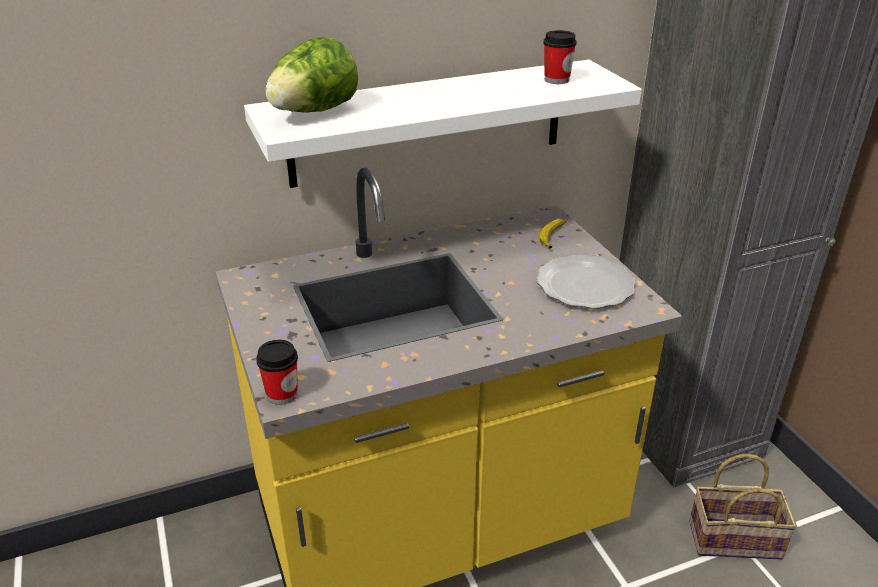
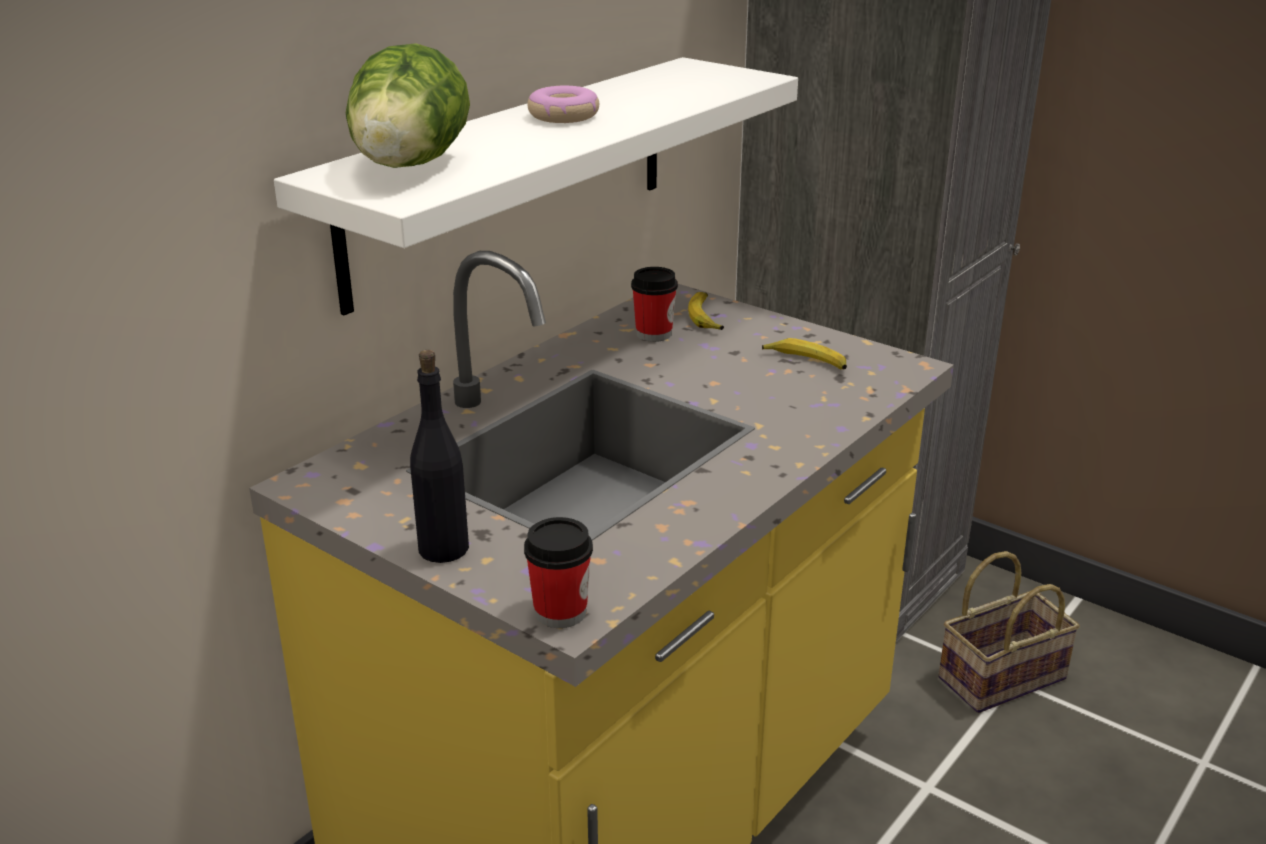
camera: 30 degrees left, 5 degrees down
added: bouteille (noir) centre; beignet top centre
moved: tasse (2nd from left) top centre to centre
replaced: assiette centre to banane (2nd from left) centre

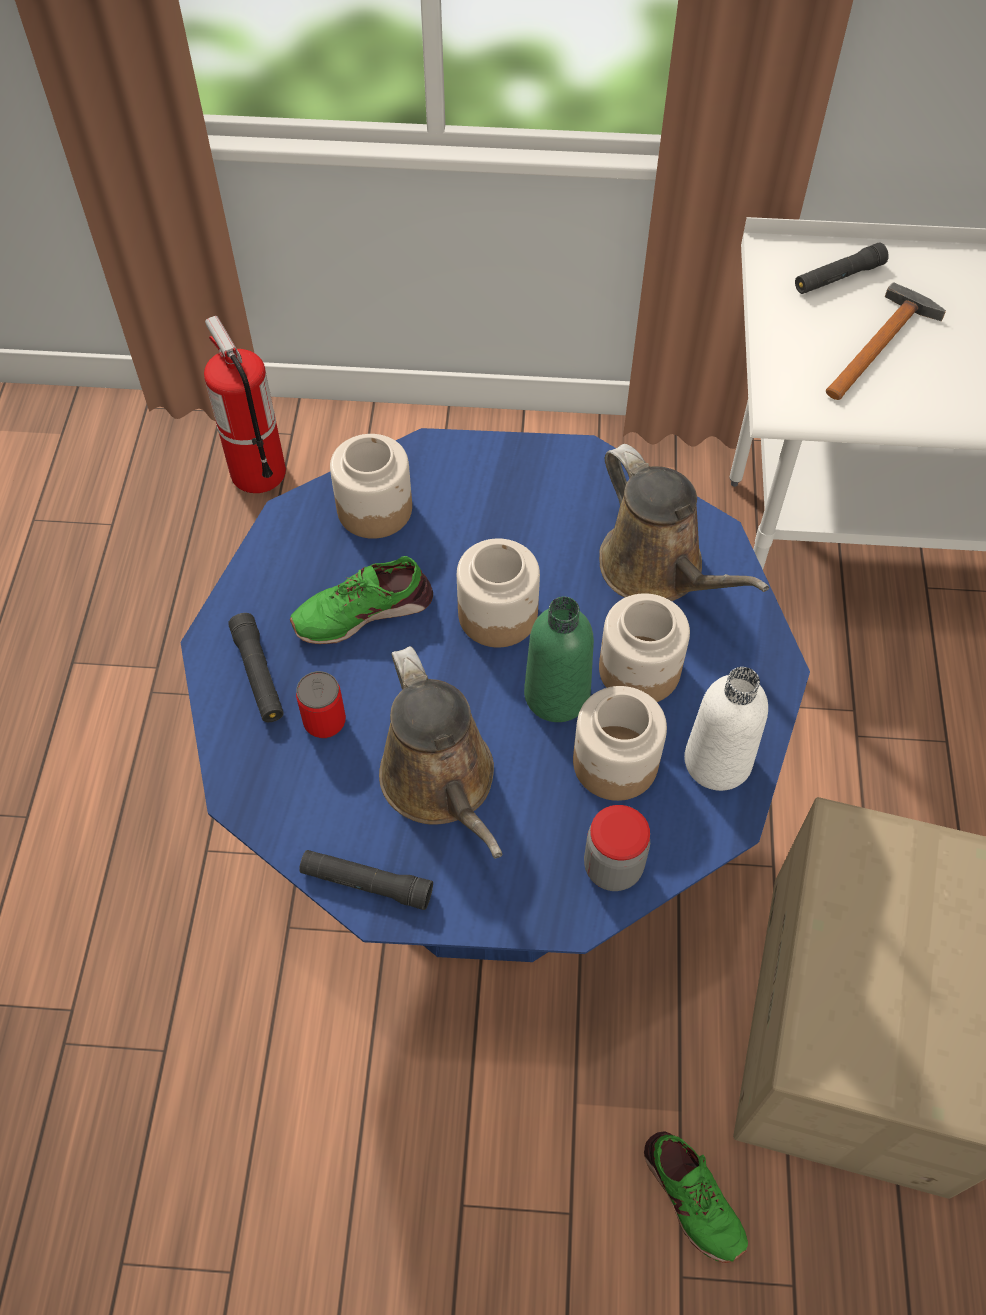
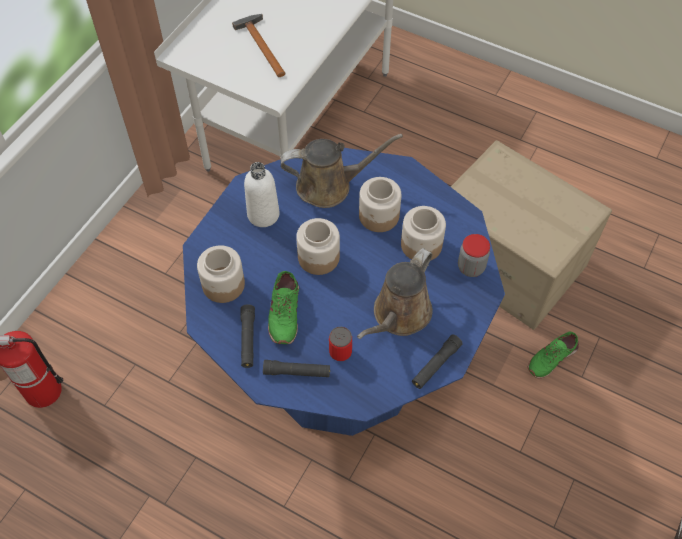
camera: 65 degrees left, 0 degrees up
removed: bouteille (vert) centre
moved: bouteille (blanc) middle right to centre; lampe de poche (noir) (3rd from left in the first image) top right to lampe de poche (noir) (1st from left) centre
turned: arrosoir (marron) (1st from left in the first image) centre = centre 120 degrees clockwise; chaussure (vert) (2nd from left) bottom right = middle right 150 degrees clockwise

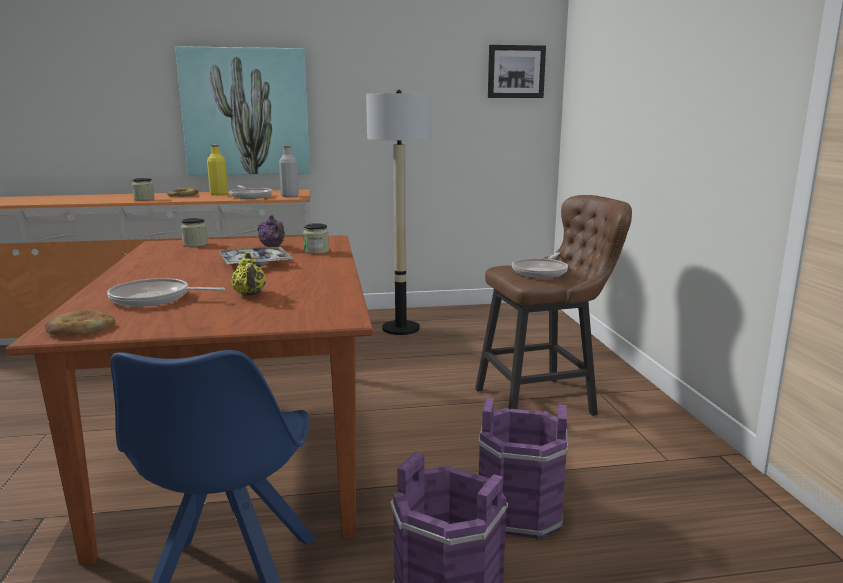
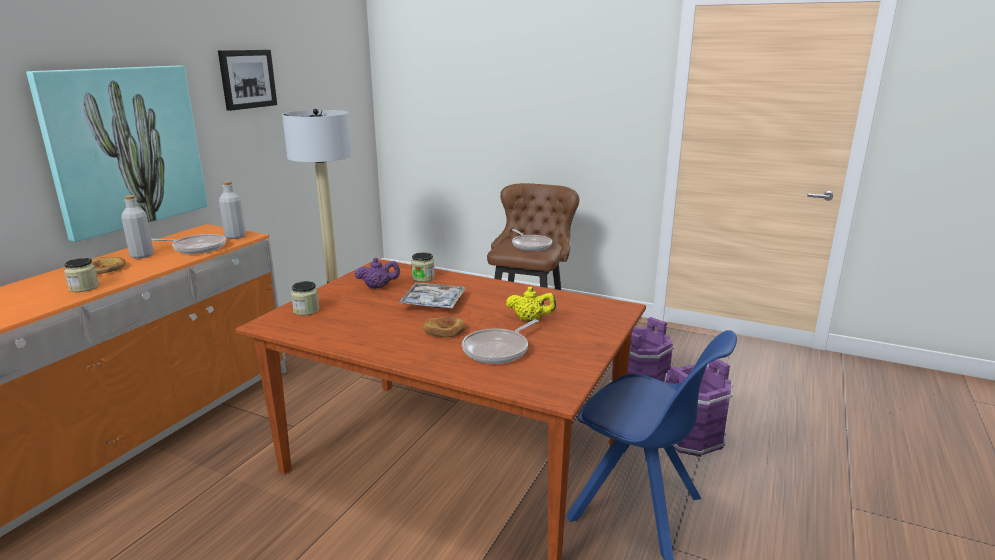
camera: 55 degrees left, 5 degrees up
moved: pain (1st from left in the first image) middle left to pain (2nd from left) centre; tableau (2nd from left) top centre to top left
recoloured: bouteille (jaune) top left to bouteille (gris) (1st from left) middle left

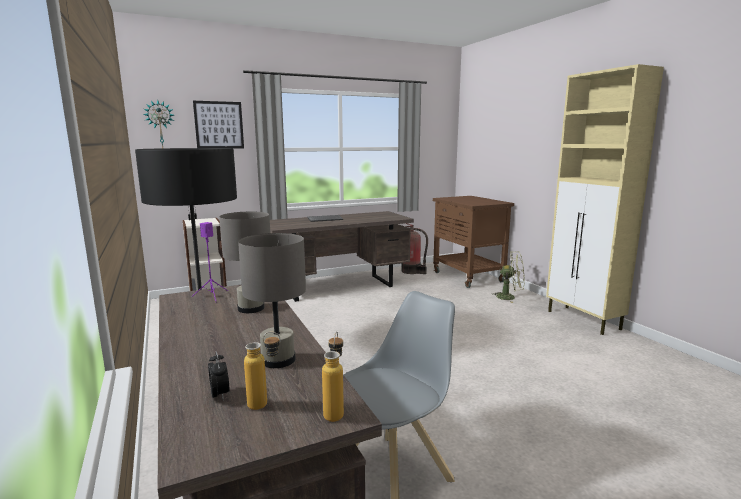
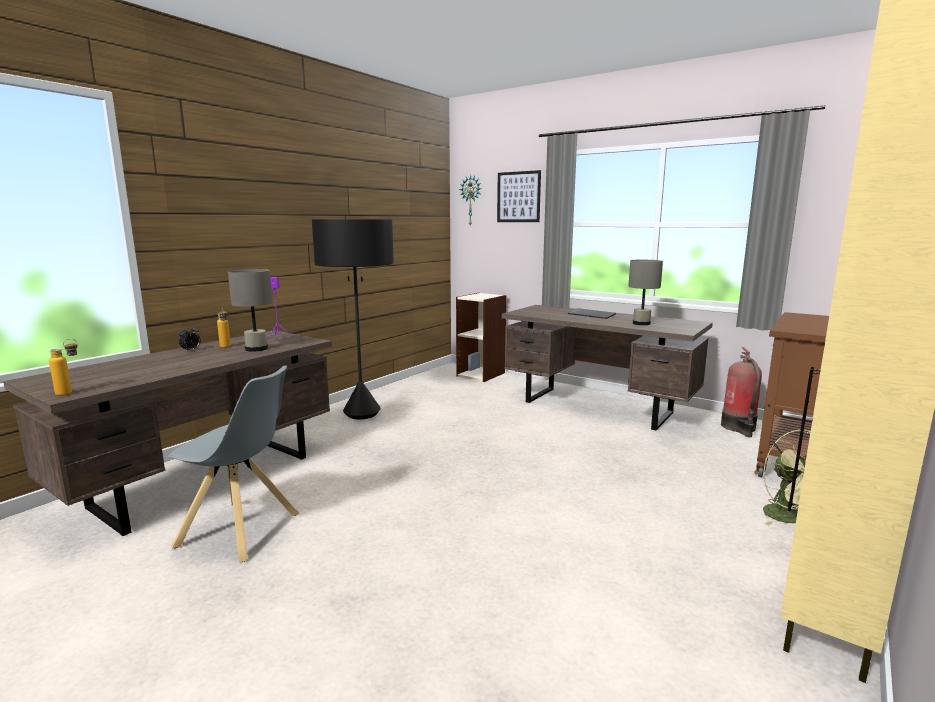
camera: 60 degrees right, 0 degrees up
moved: réveil bottom left to middle left; lampe de table (gris) (2nd from left) centre to middle right; bouteille (1st from left in the first image) bottom centre to bouteille (2nd from left) middle left

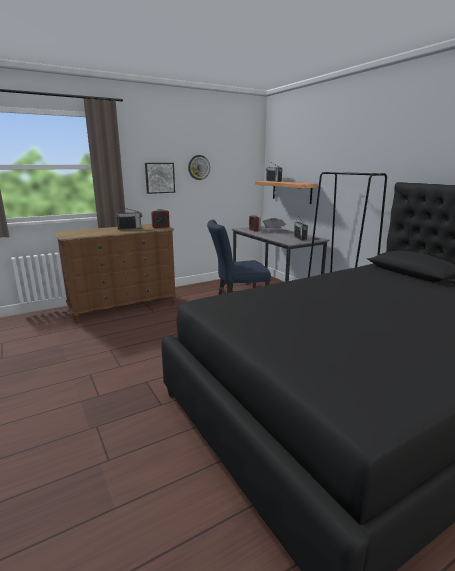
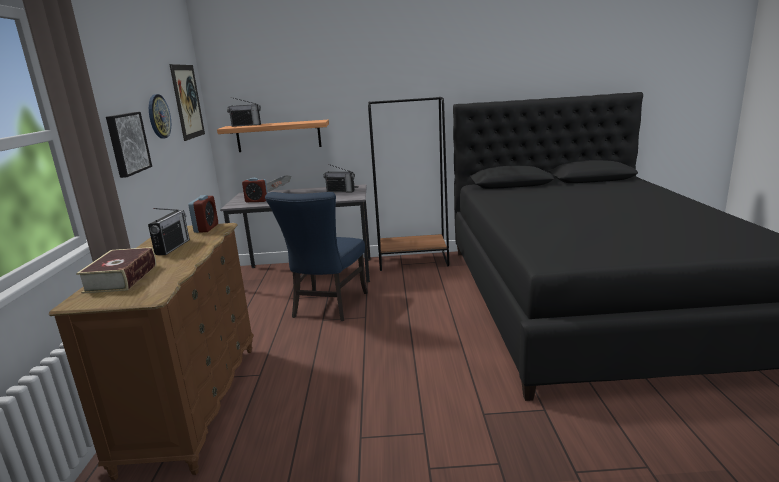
camera: 60 degrees left, 0 degrees up
added: livre middle left; tableau (2nd from left) top left

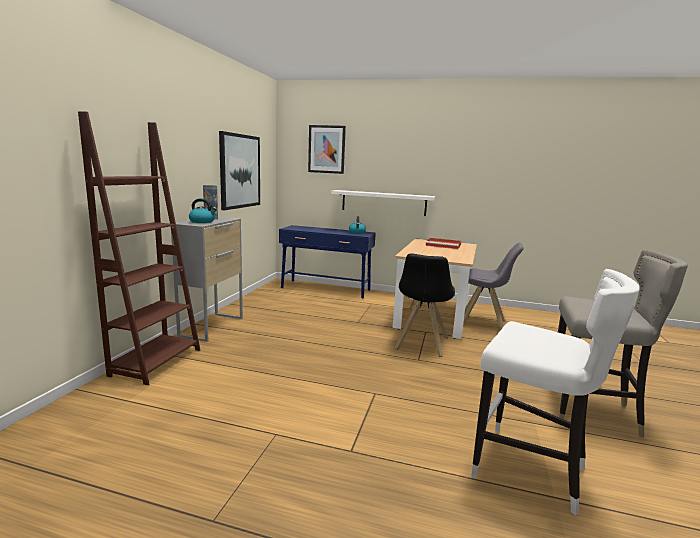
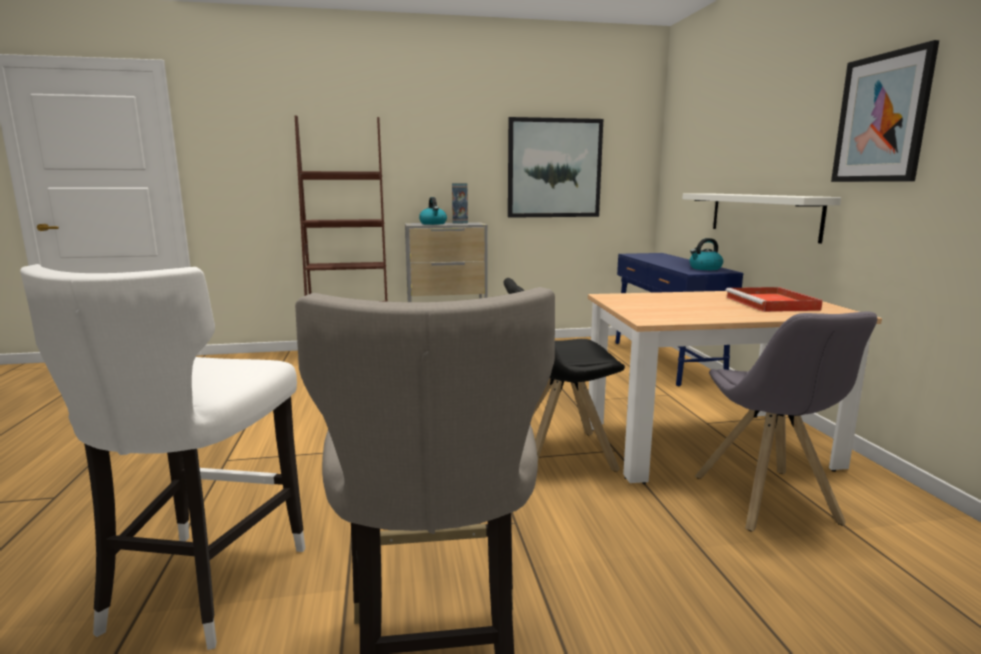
camera: 65 degrees right, 0 degrees up
moved: tableau (2nd from left) top centre to top right

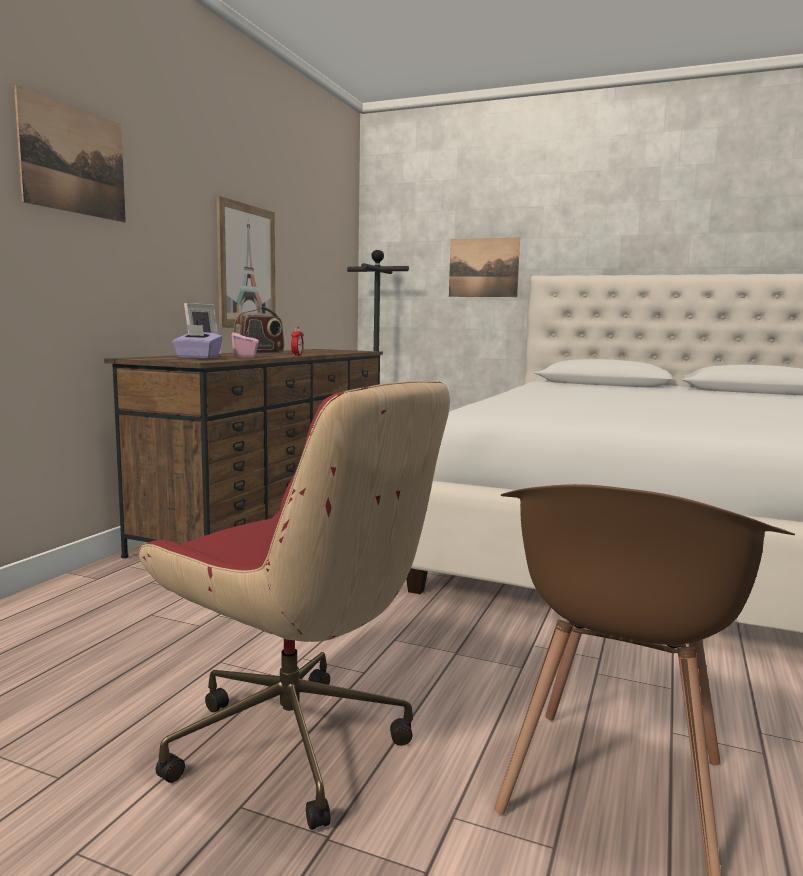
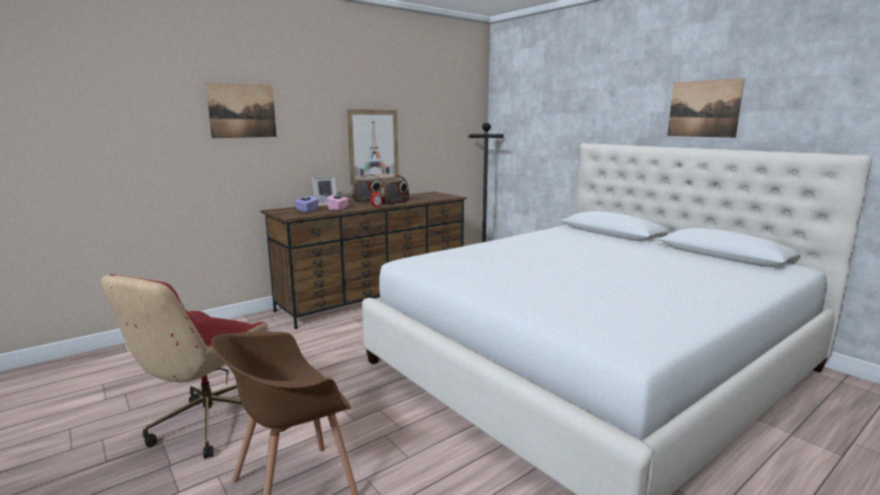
camera: 30 degrees right, 5 degrees up
added: radio (2nd from left) centre
moved: tableau (3rd from left) top centre to top right
turned: chaise de bureau (rouge) bottom centre = bottom left 45 degrees clockwise

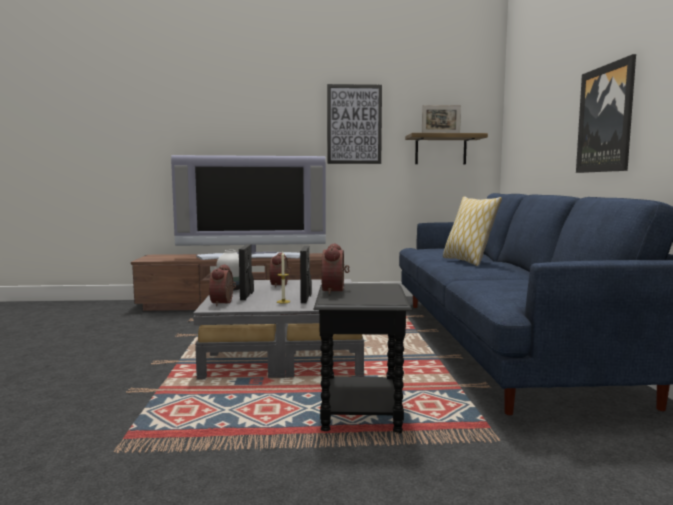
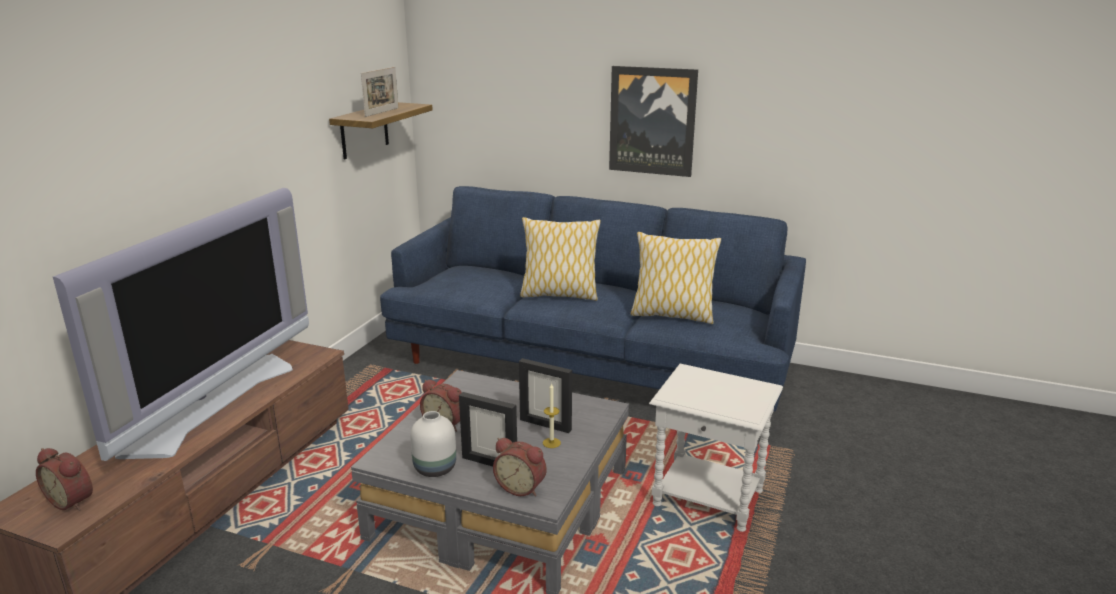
camera: 65 degrees left, 15 degrees up
removed: tableau (1st from left) top centre
added: coussin (2nd from left) centre
moved: réveil (3rd from left in the first image) centre to réveil (1st from left) bottom left
recoloured: table d'appoint (noir) bottom centre to table d'appoint (blanc) bottom centre

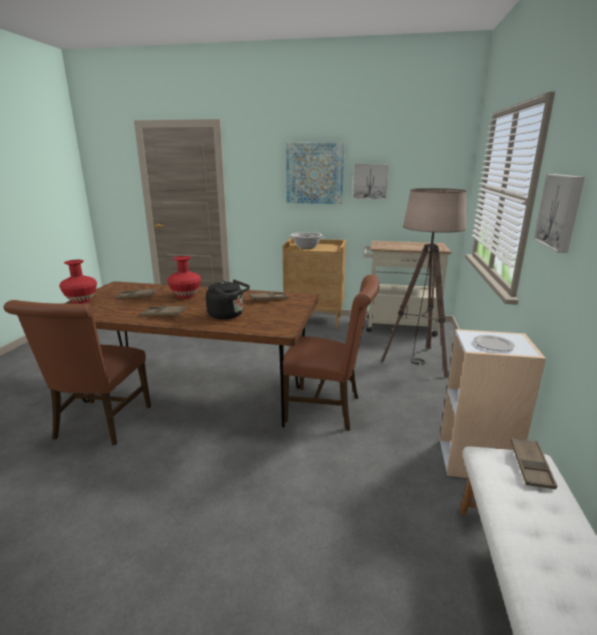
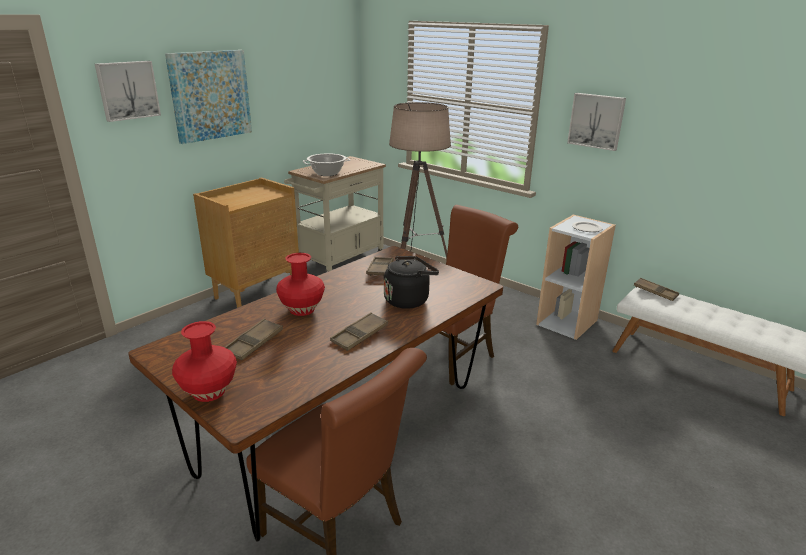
camera: 60 degrees left, 5 degrees up
moved: marmite centre to top centre; tableau (2nd from left in the first image) top centre to tableau (1st from left) top left

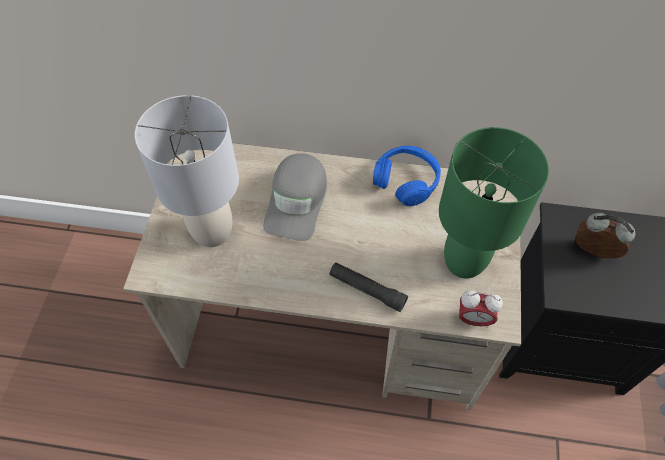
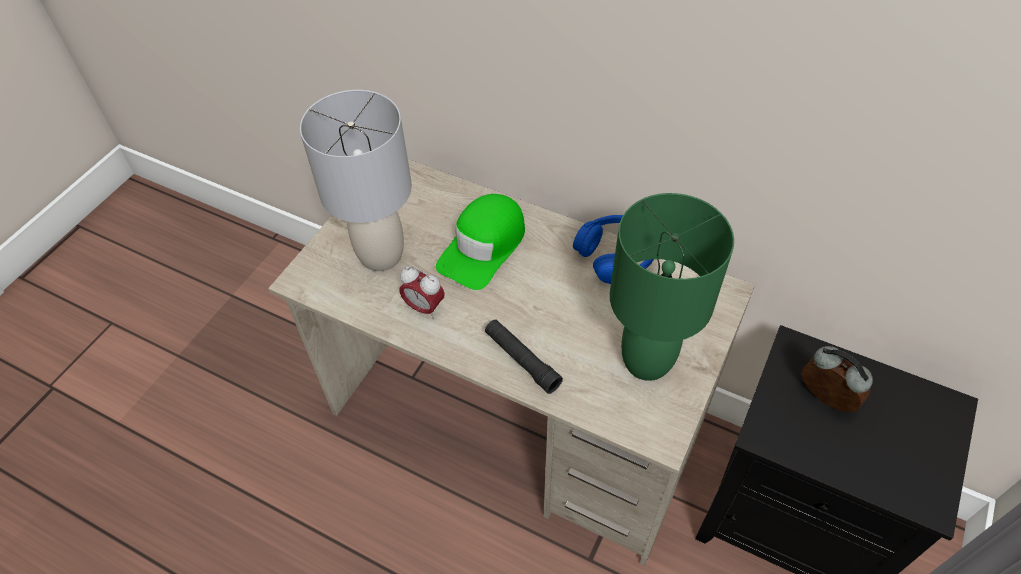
camera: 20 degrees right, 5 degrees down
moved: réveil (1st from left) bottom right to centre
recoloured: casquette (gris) centre to casquette (vert) centre

